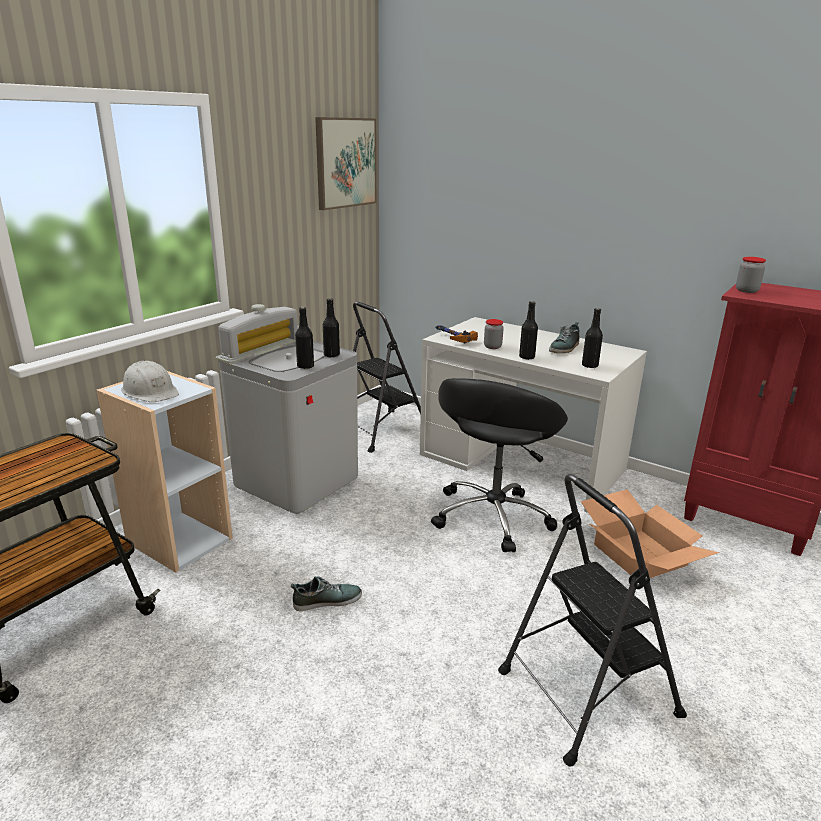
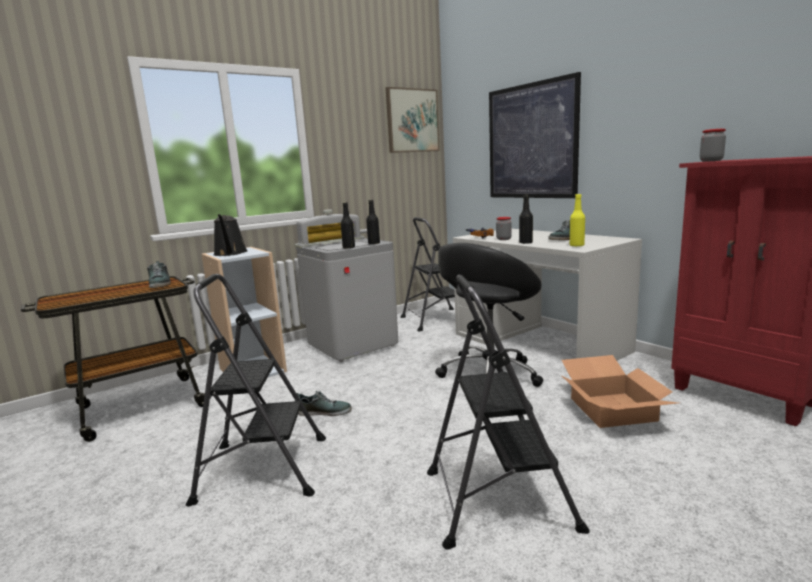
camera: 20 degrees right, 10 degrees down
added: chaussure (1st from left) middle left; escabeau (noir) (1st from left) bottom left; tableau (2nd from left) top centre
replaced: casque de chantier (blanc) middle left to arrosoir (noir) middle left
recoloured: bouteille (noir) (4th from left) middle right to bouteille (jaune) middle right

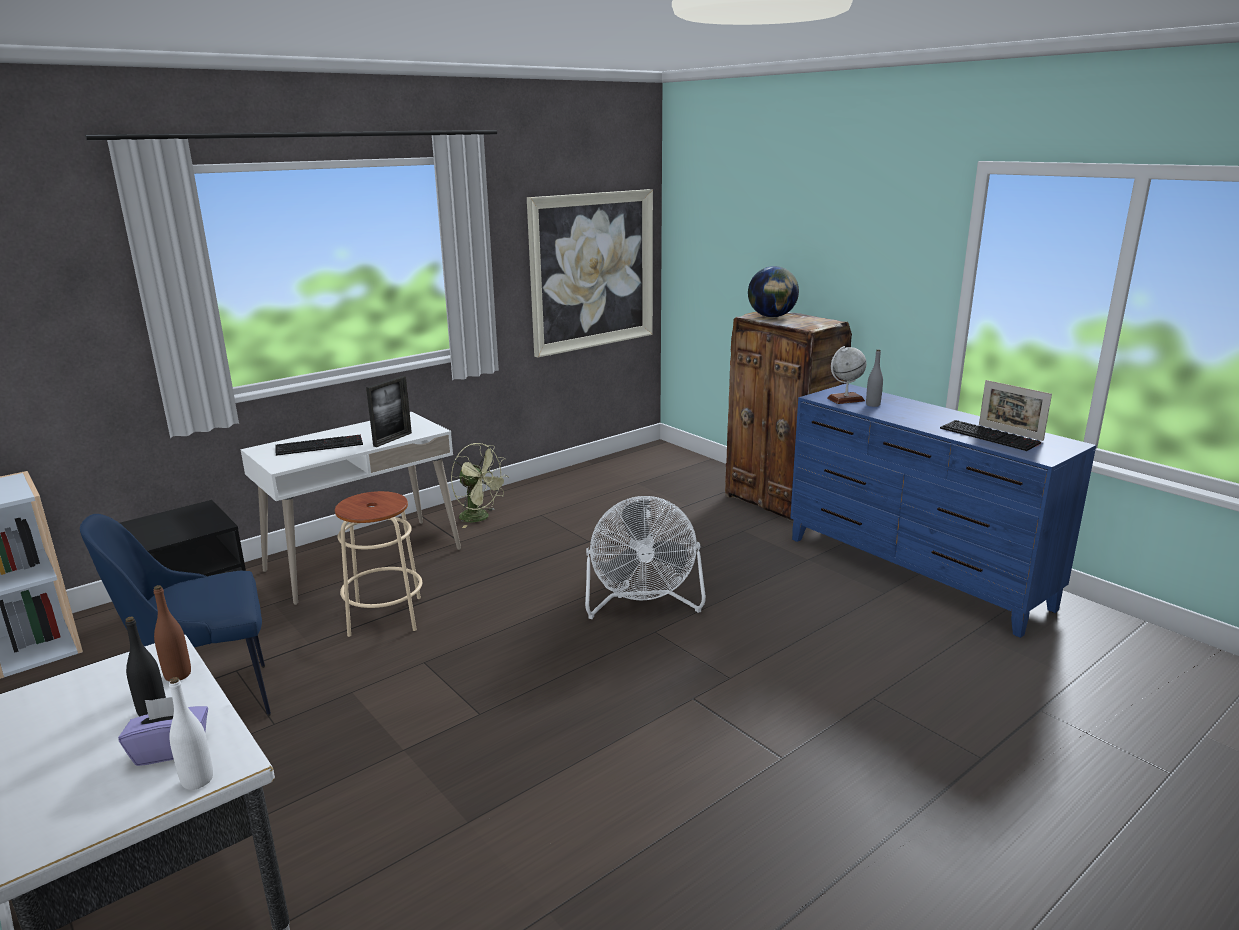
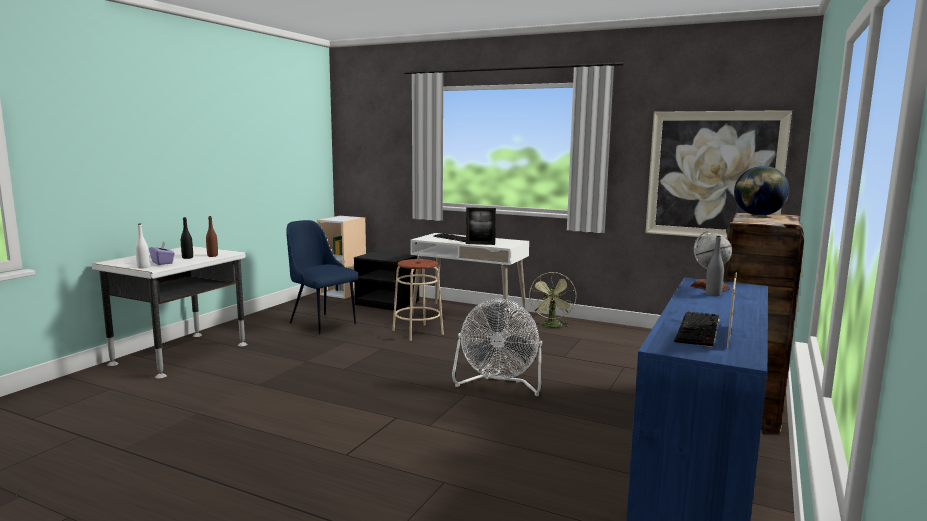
camera: 65 degrees right, 10 degrees down
turned: ventilateur (blanc) centre = centre 45 degrees counterclockwise

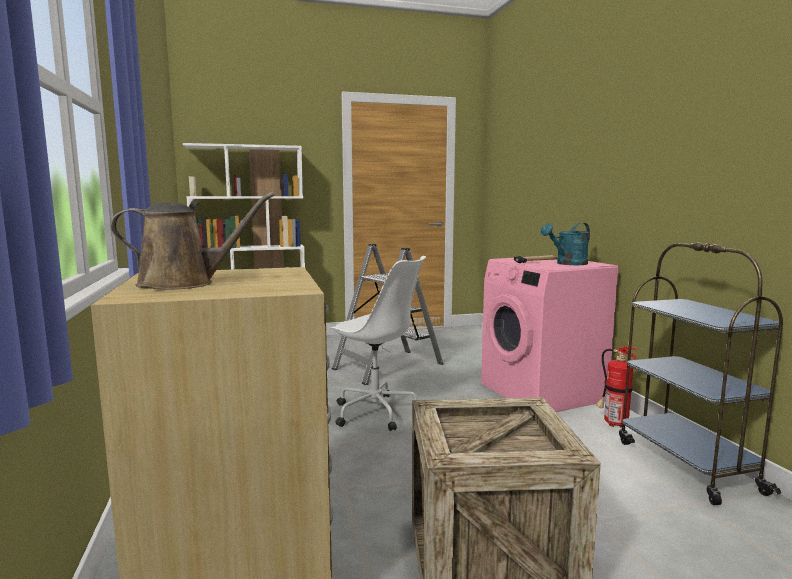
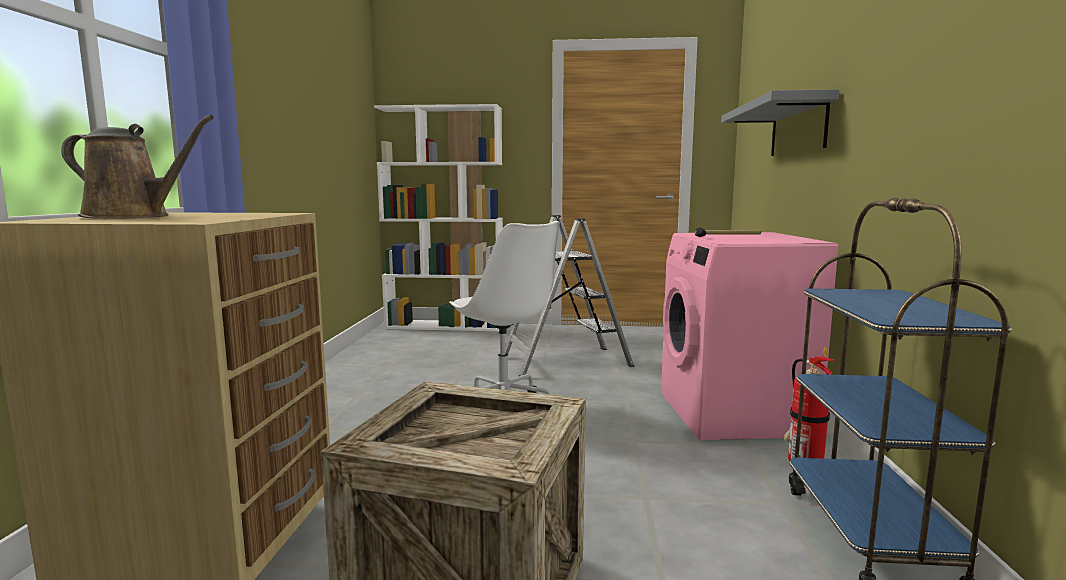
camera: 20 degrees right, 0 degrees up
removed: arrosoir (turquoise) middle right
added: étagère (gris) top right

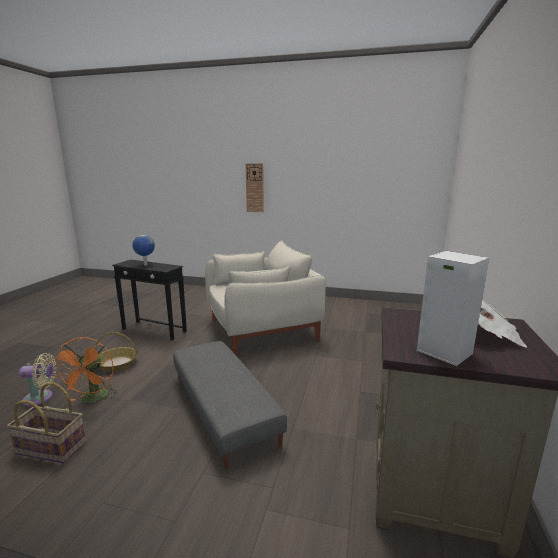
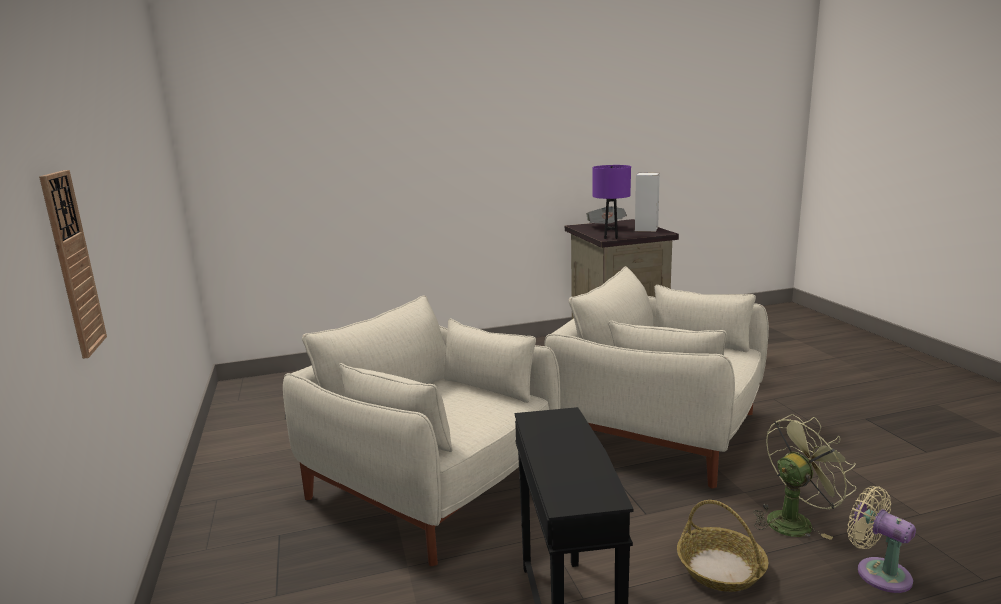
camera: 120 degrees left, 0 degrees up
removed: panier (1st from left) bottom left; globe middle left
added: lampe de table (violet) centre
replaced: pouf (gris) bottom centre to fauteuil (beige) (2nd from left) centre
recoloured: ventilateur (orange) middle left to ventilateur (vert) bottom right

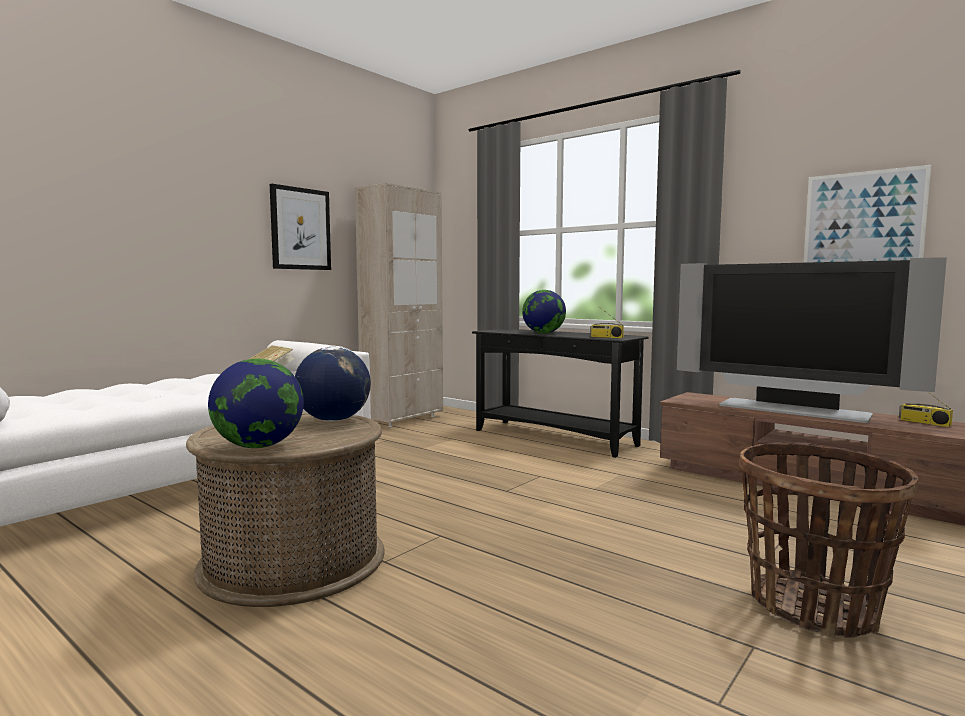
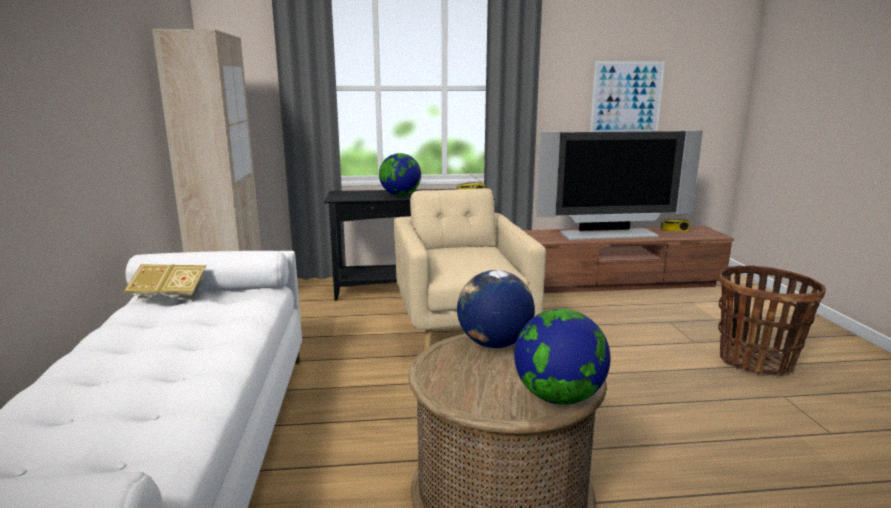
camera: 45 degrees left, 10 degrees up
removed: tableau (1st from left) top left
added: fauteuil (beige) centre

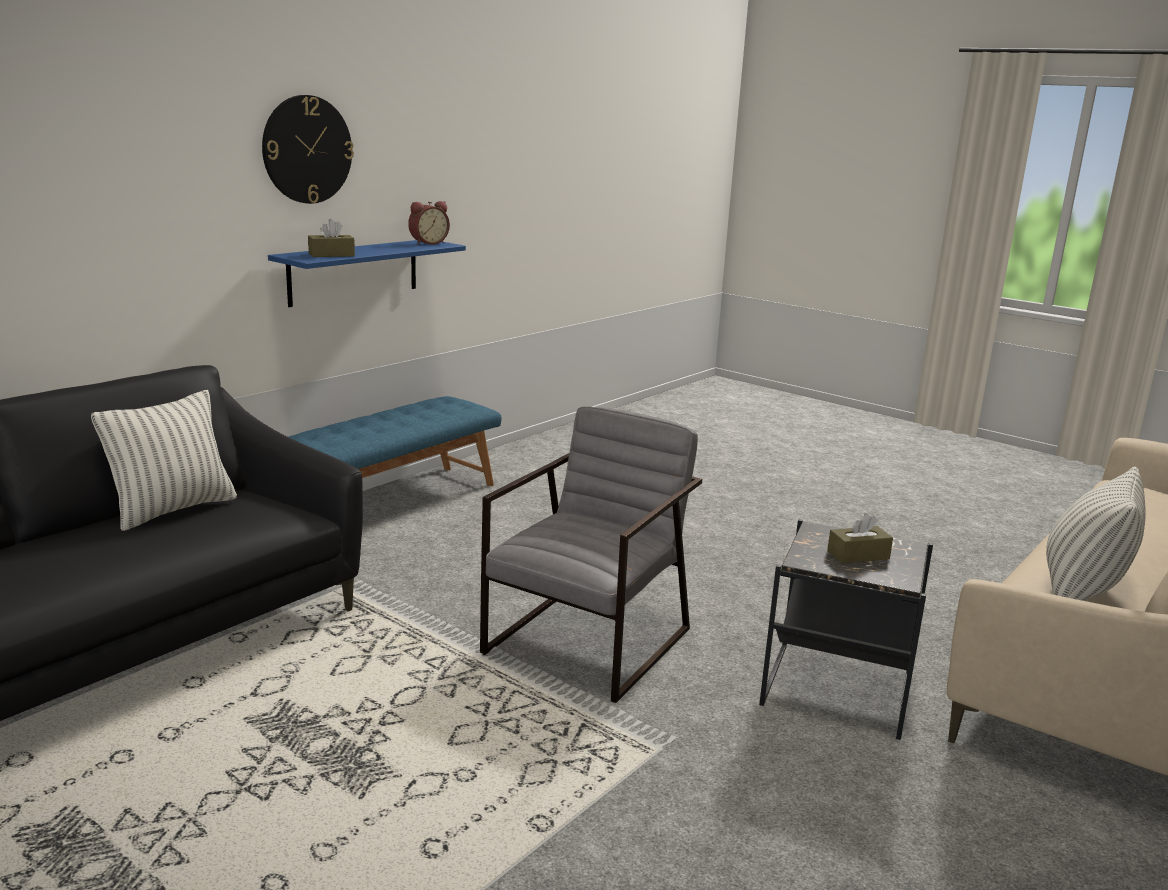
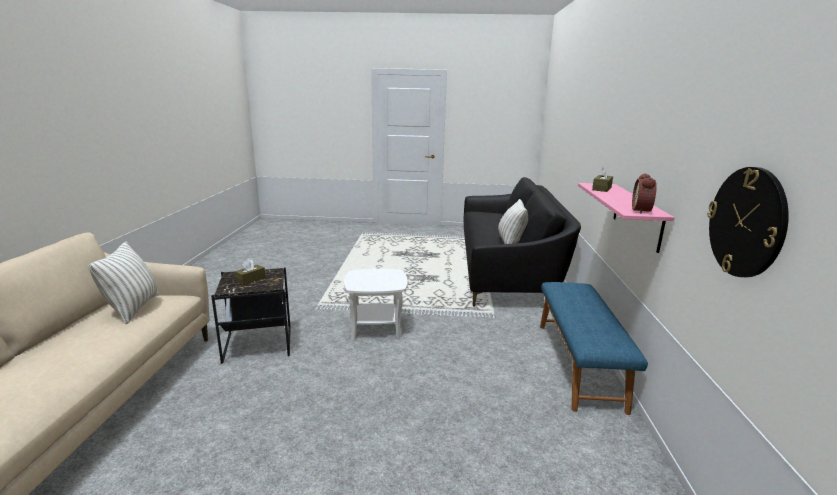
camera: 145 degrees right, 0 degrees up
moved: horloge murale top left to middle right
replaced: fauteuil (gris) centre to table d'appoint (blanc) centre
recoloured: étagère (bleu) top left to étagère (rose) middle right

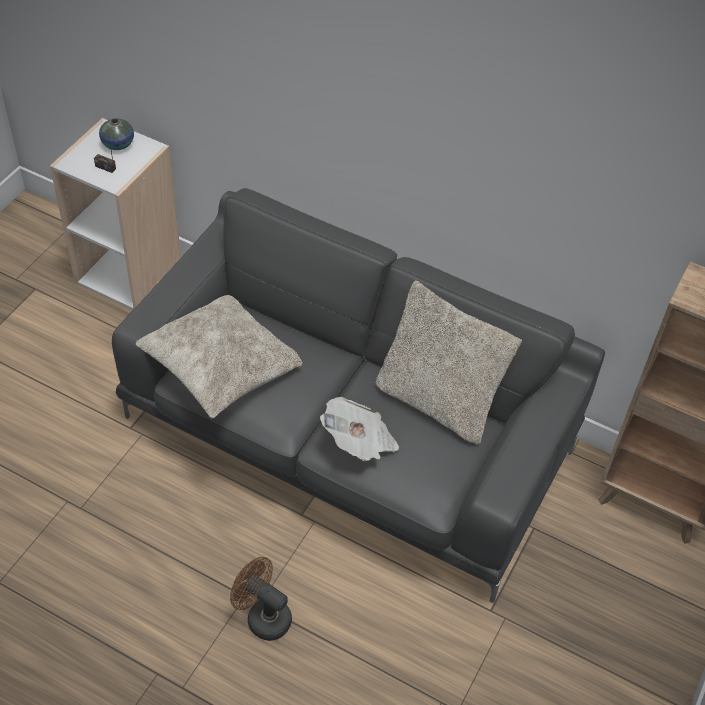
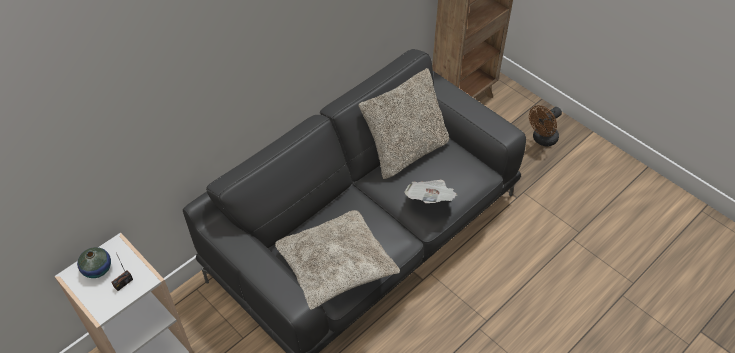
camera: 70 degrees left, 0 degrees up
moved: ventilateur (marron) bottom centre to middle right

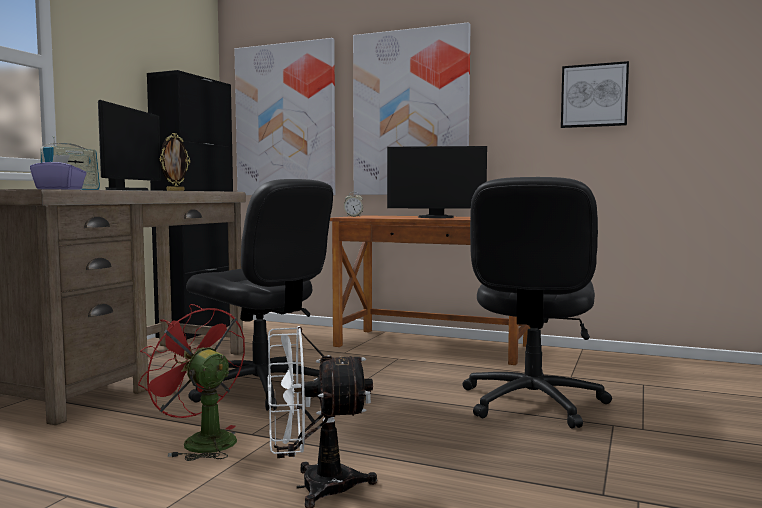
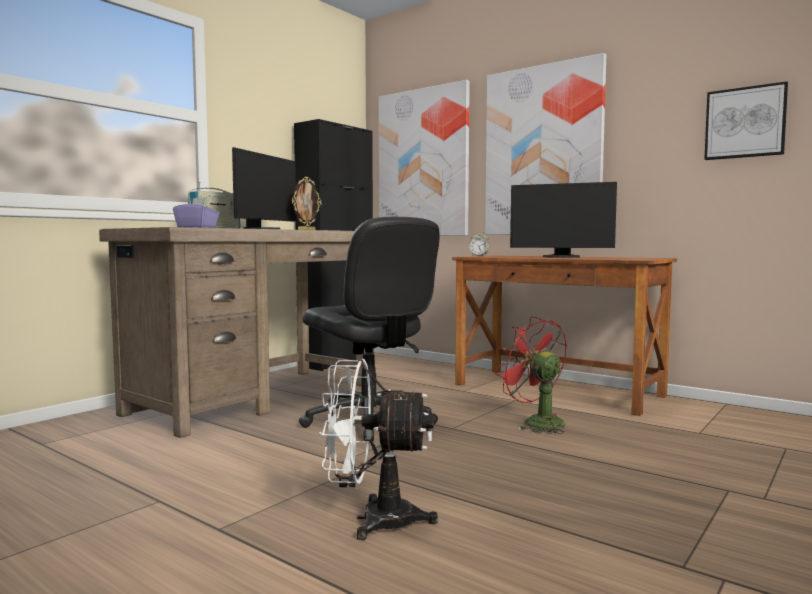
camera: 15 degrees right, 0 degrees up
removed: chaise de bureau (noir) (2nd from left) middle right
moved: ventilateur (rouge) bottom left to centre

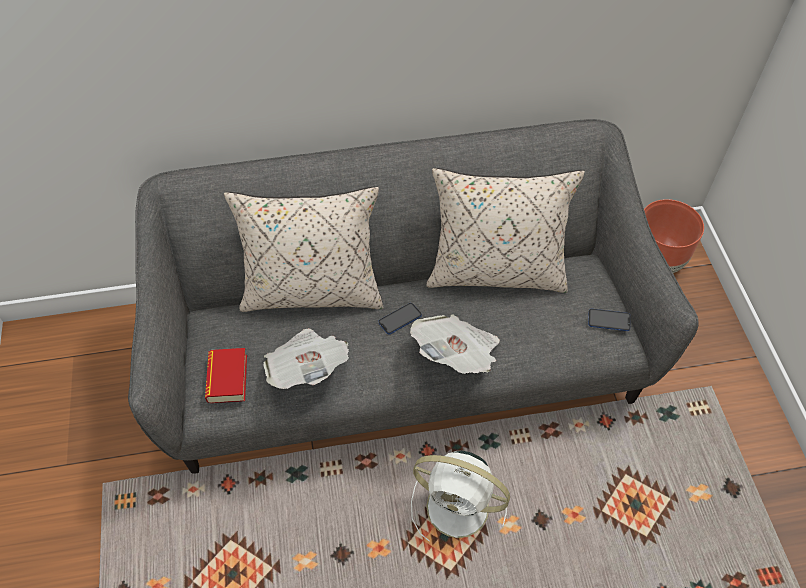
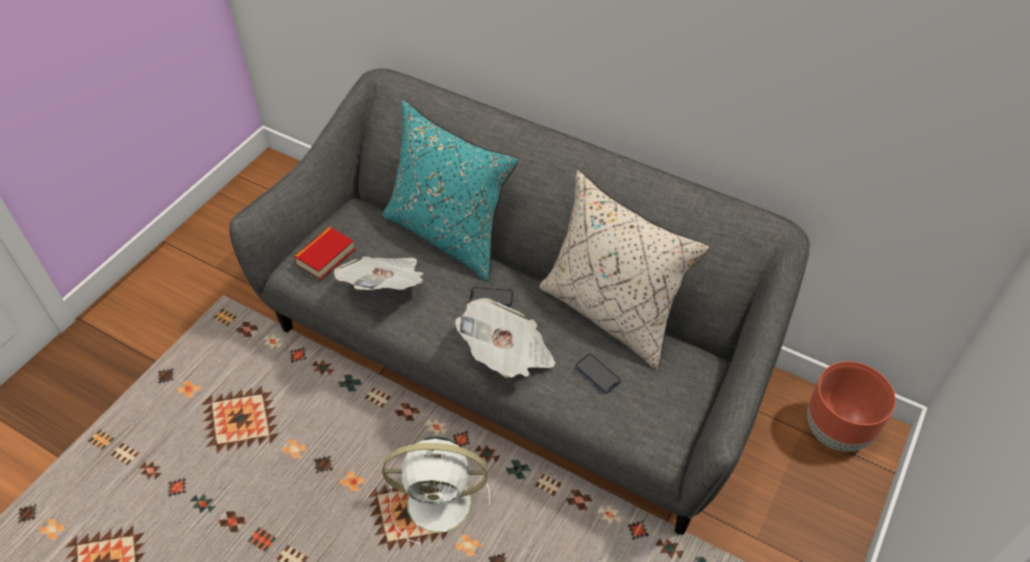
camera: 40 degrees right, 5 degrees down
moved: téléphone (2nd from left) middle right to centre
recoloured: coussin (beige) (1st from left) centre to coussin (turquoise) centre
turned: ventilateur (blanc) bottom centre = bottom centre 60 degrees counterclockwise

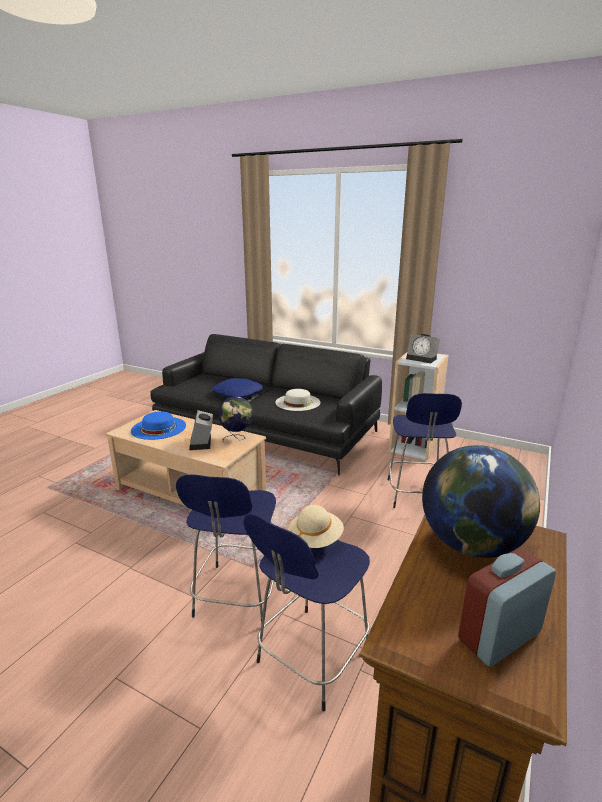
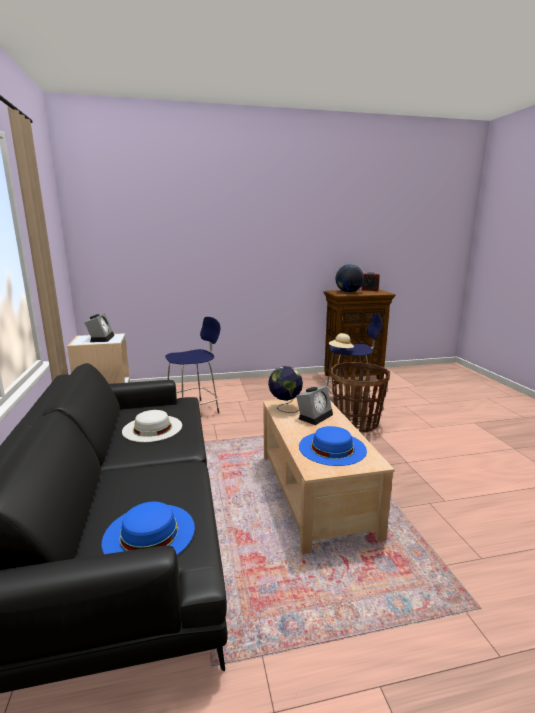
camera: 130 degrees left, 5 degrees down
removed: coussin (bleu) centre
added: chapeau (bleu) (1st from left) bottom left
replaced: tabouret (bleu) (1st from left) bottom centre to panier middle right

